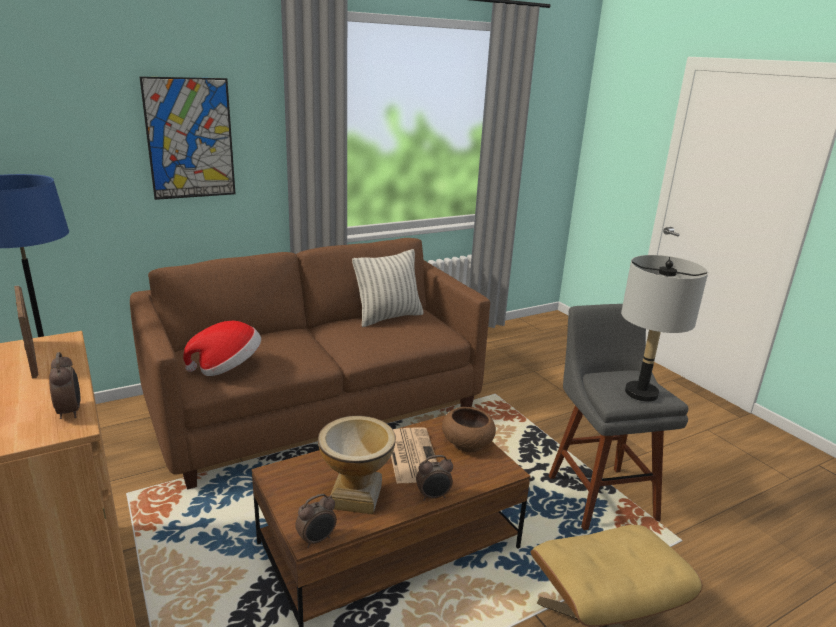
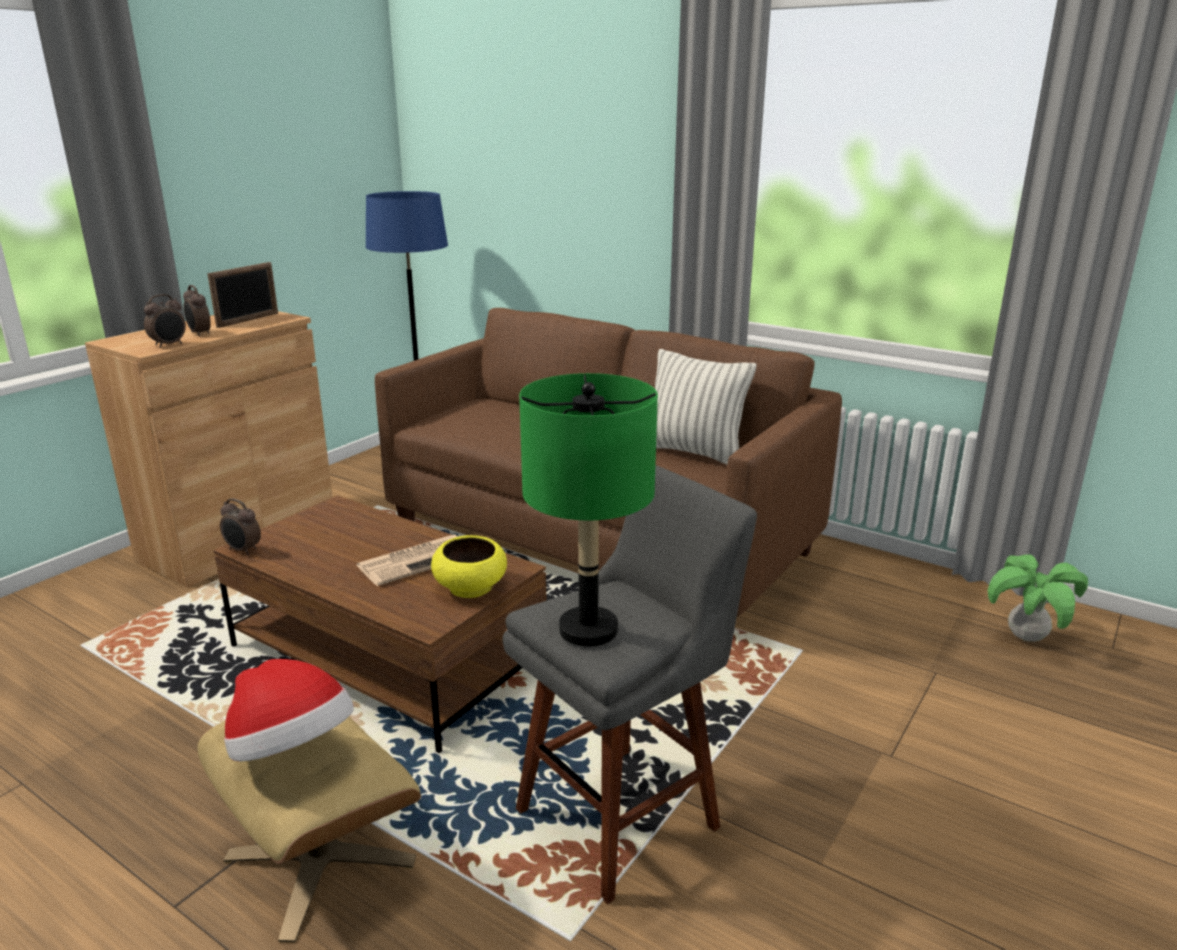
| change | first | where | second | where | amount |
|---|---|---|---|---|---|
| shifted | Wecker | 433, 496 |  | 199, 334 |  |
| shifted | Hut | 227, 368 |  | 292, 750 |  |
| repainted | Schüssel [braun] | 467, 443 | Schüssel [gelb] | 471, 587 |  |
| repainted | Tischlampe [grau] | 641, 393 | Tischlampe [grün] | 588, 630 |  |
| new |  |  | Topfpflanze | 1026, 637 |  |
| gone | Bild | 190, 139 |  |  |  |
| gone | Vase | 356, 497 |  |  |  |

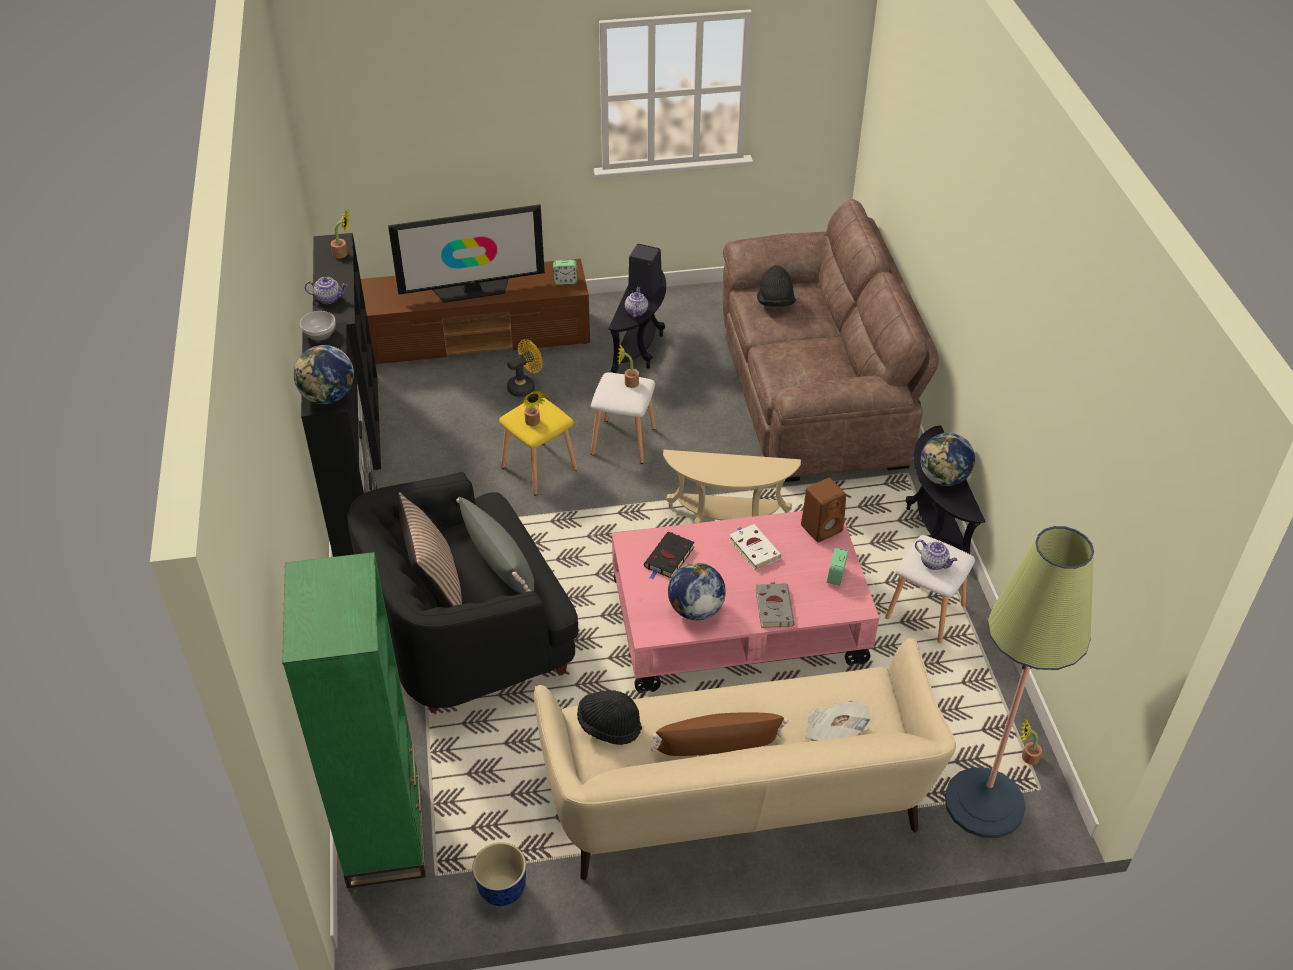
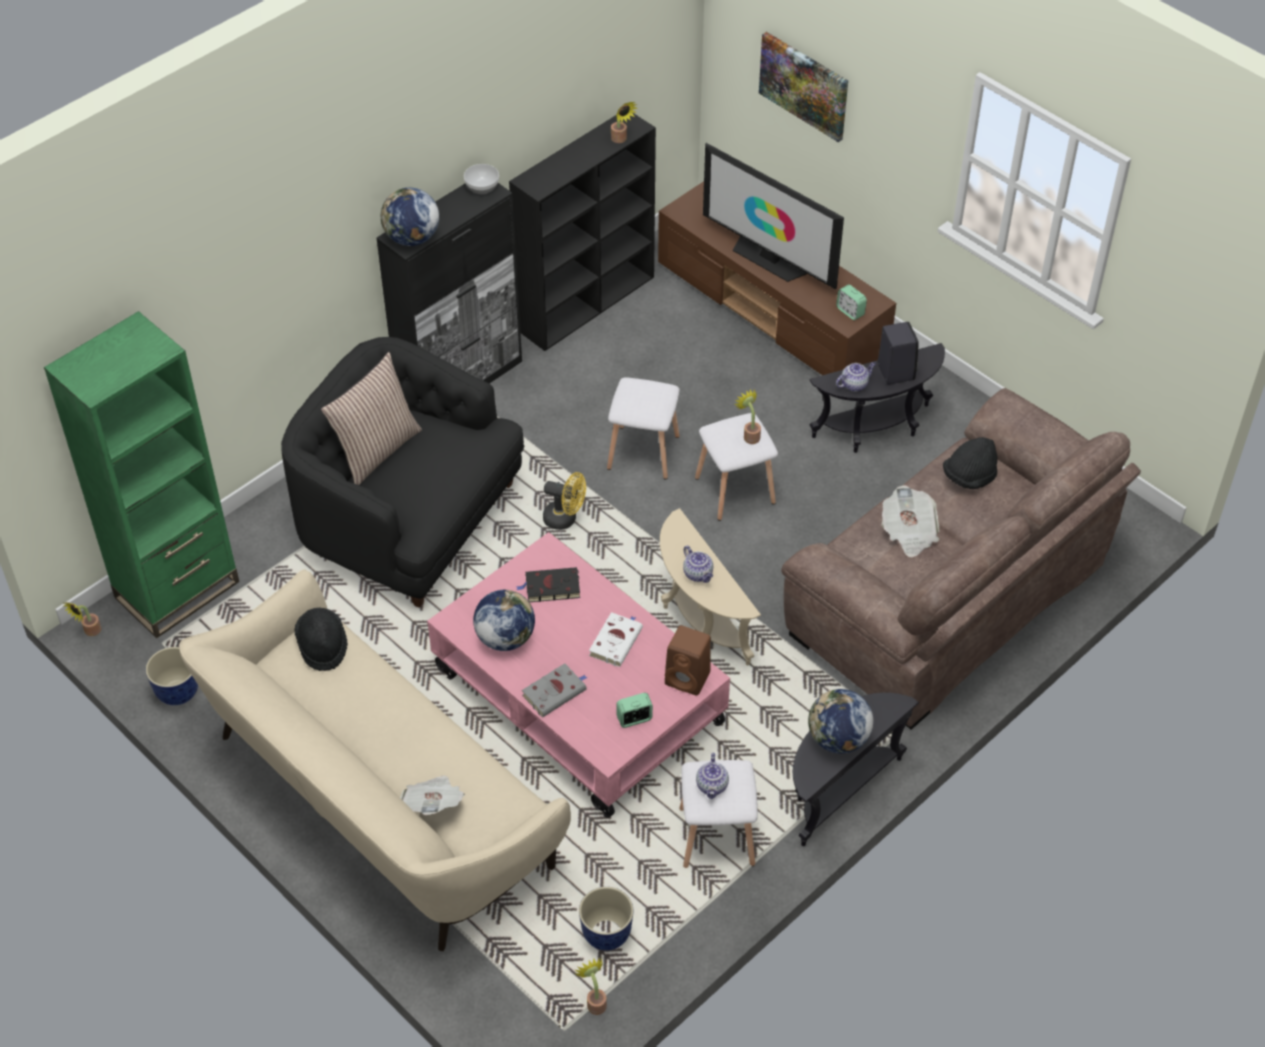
| change | first | where | second | where | amount |
|---|---|---|---|---|---|
| shifted | Topfpflanze | 533, 423 |  | 90, 632 |  |
| shifted | Ventilator [gelb] | 525, 386 |  | 565, 519 |  |
| new |  |  | Pflanzkübel | 607, 933 |  |
| repainted | Hocker [gelb] | 539, 467 | Hocker [weiß] | 644, 452 |  |
| shifted | Teekanne | 329, 298 |  | 698, 574 |  |
| new |  |  | Bild | 804, 85 |  |
| new |  |  | Zeitung | 909, 532 |  |
| gone | Kissen [grau] | 499, 562 |  |  |  |
| gone | Kissen [braun] | 717, 747 |  |  |  |
| gone | Stehlampe | 984, 803 |  |  |  |

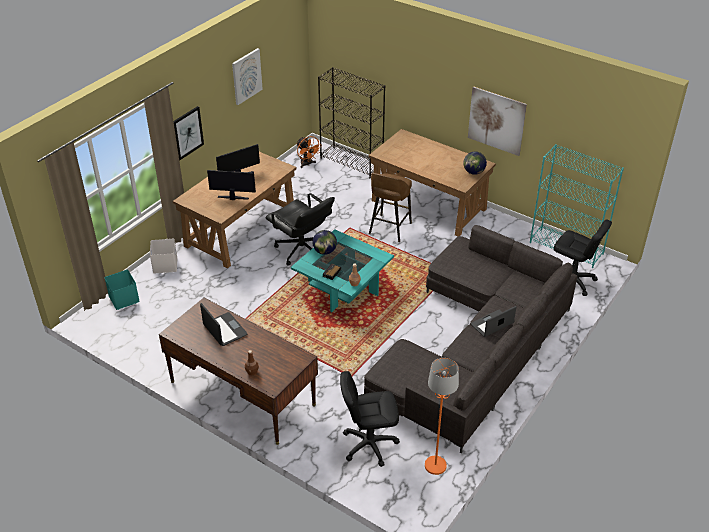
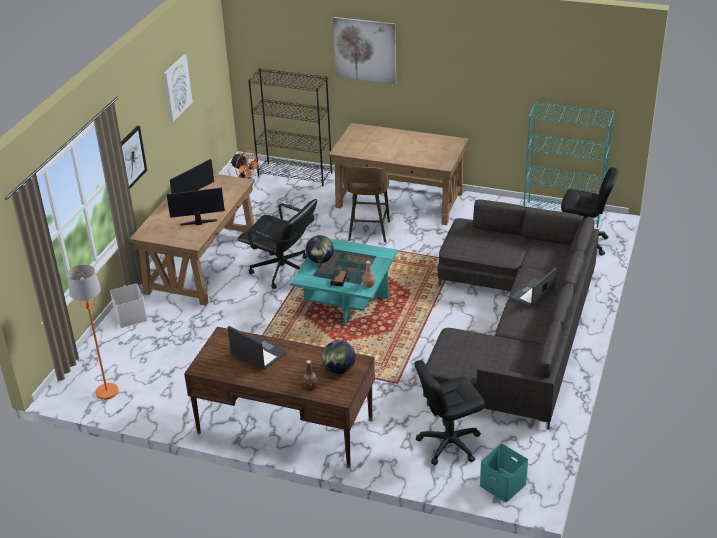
| change | first | where | second | where | amount |
|---|---|---|---|---|---|
| shifted | Stehlampe [orange] | 435, 466 |  | 107, 392 |  |
| shifted | Globus | 474, 172 |  | 339, 369 |  |
| shifted | Bild | 496, 121 |  | 365, 50 |  |
| shifted | Aufbewahrungsbox [türkis] | 123, 298 |  | 501, 484 |  |

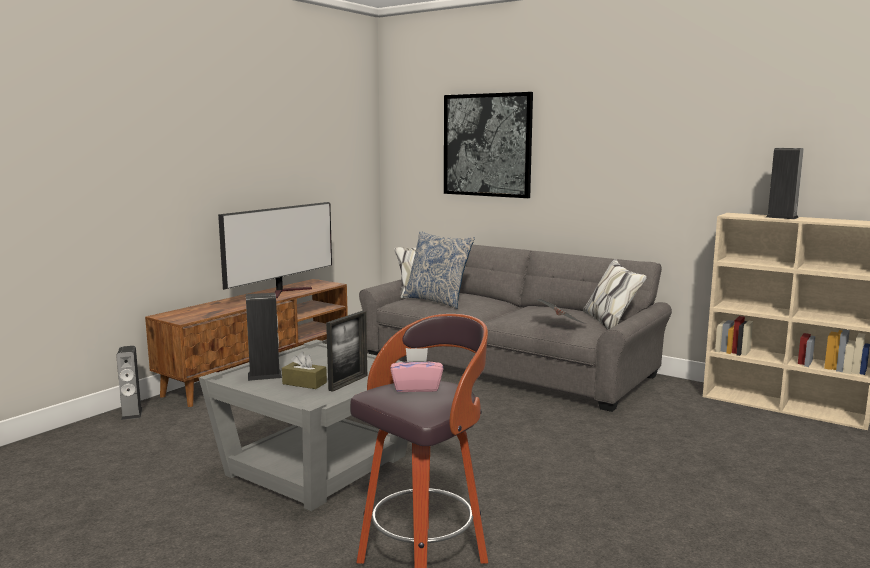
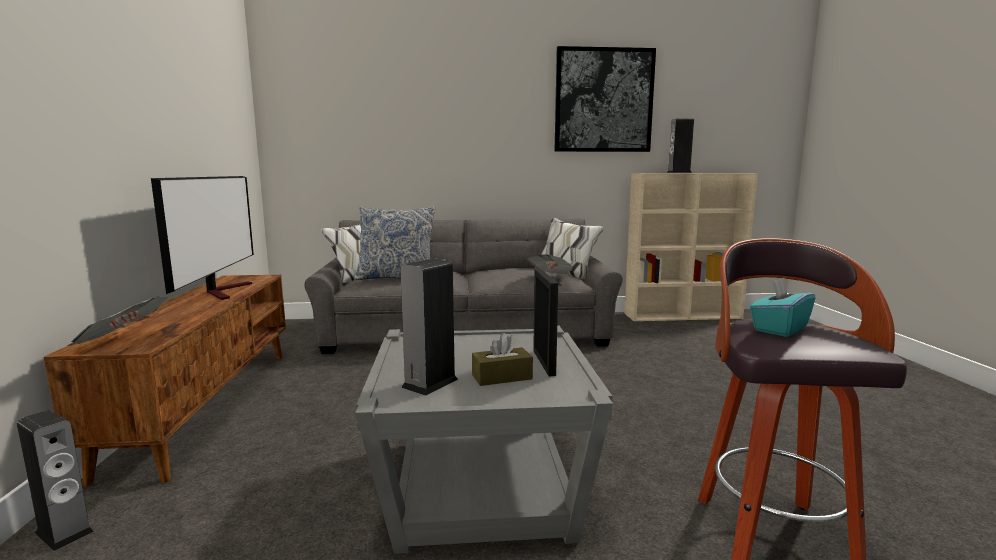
| change | first | where | second | where | amount |
|---|---|---|---|---|---|
| new |  |  | Zeitung | 122, 343 |  |
| shifted | Bild | 487, 145 |  | 603, 100 |  |
| repainted | Taschentuchbox [rosa] | 416, 387 | Taschentuchbox [türkis] | 779, 329 |  |

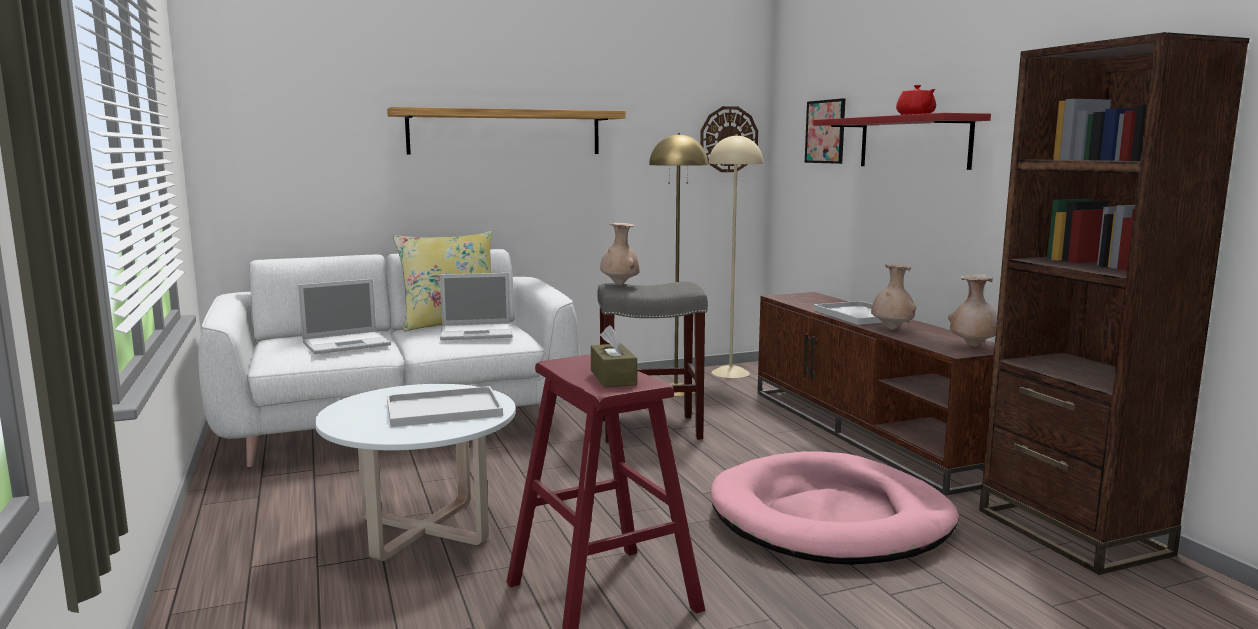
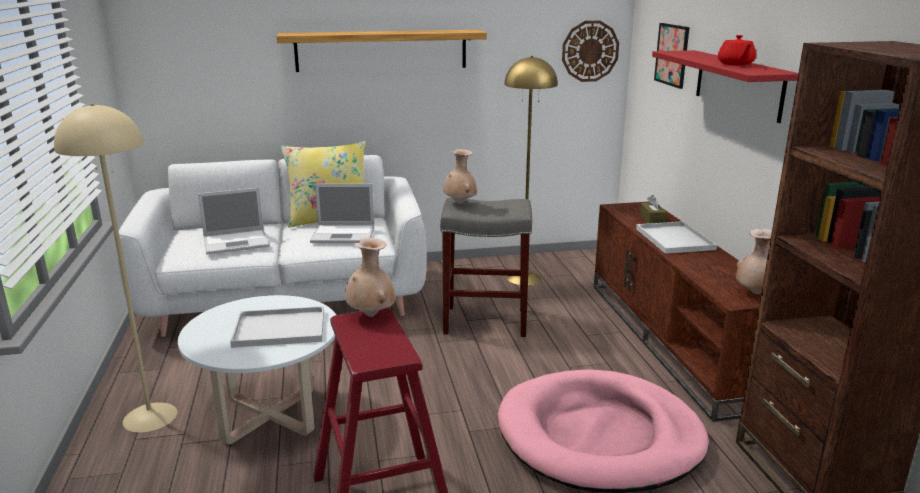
| change | first | where | second | where | amount |
|---|---|---|---|---|---|
| shifted | Stehlampe [beige] | 730, 373 |  | 150, 417 |  |
| shifted | Vase [beige] | 892, 329 |  | 371, 315 |  |
| shifted | Taschentuchbox [braun] | 613, 378 |  | 652, 220 |  |

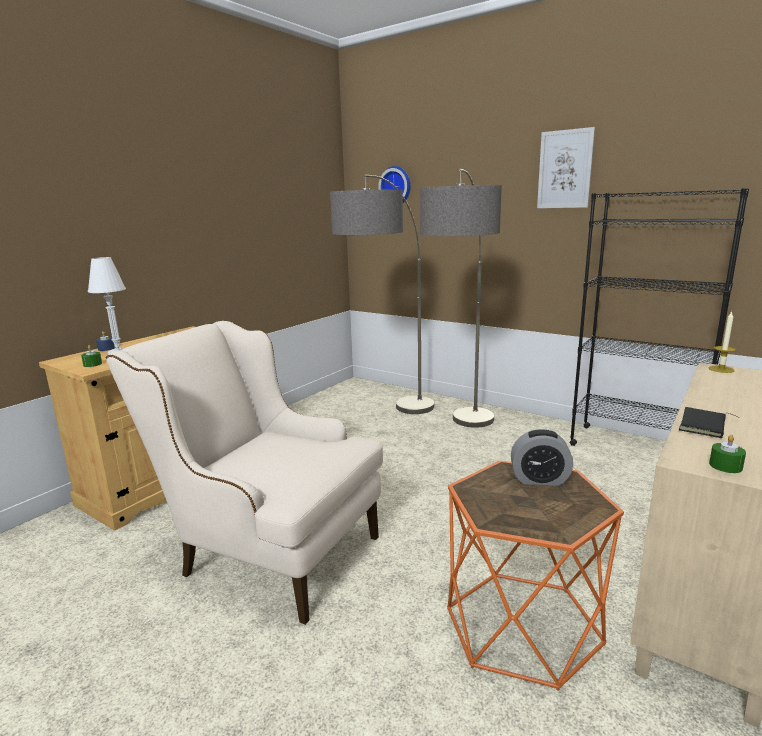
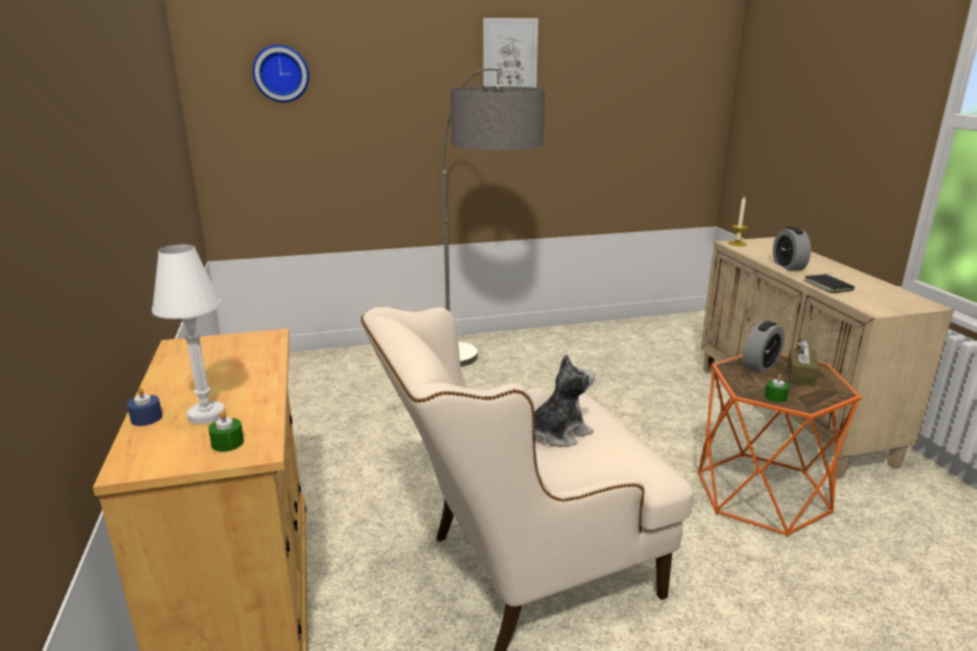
| change | first | where | second | where | amount |
|---|---|---|---|---|---|
| new |  |  | Plüschtier | 558, 433 |  |
| shifted | Kerze [grün] | 725, 466 |  | 775, 397 |  |
| new |  |  | Wecker | 788, 266 |  |
| new |  |  | Taschentuchbox [braun] | 800, 375 |  |
| gone | Stehlampe | 388, 422 |  |  |  |
| gone | Bücherregal [schwarz] | 635, 448 |  |  |  |

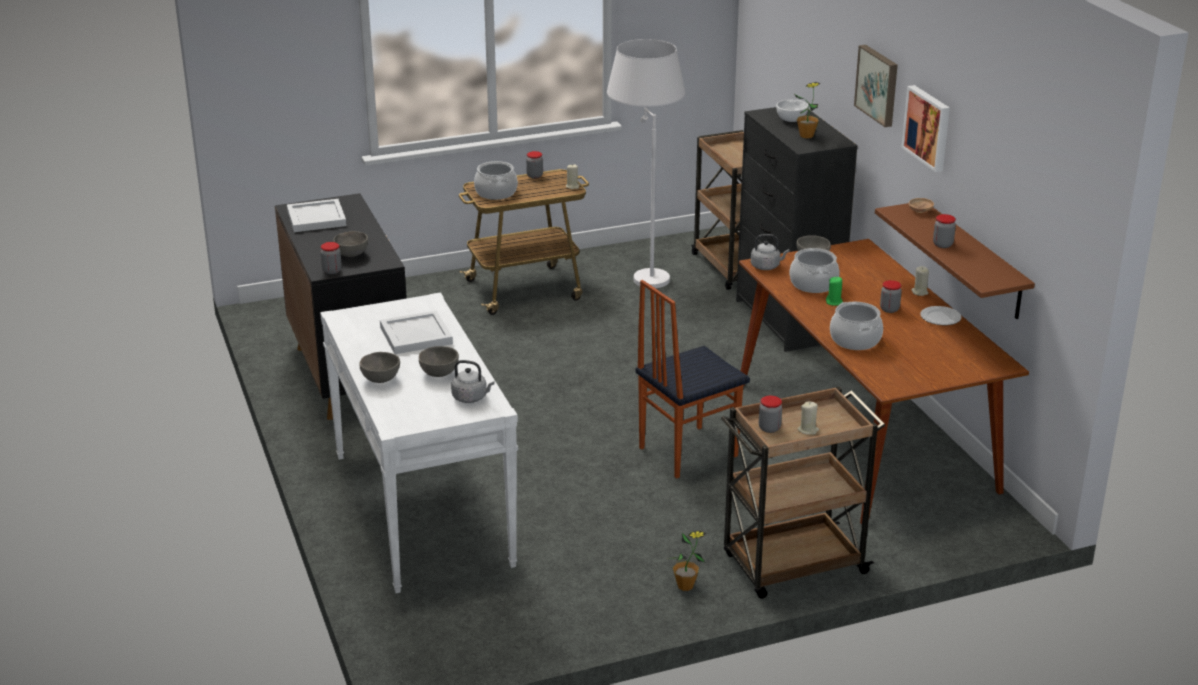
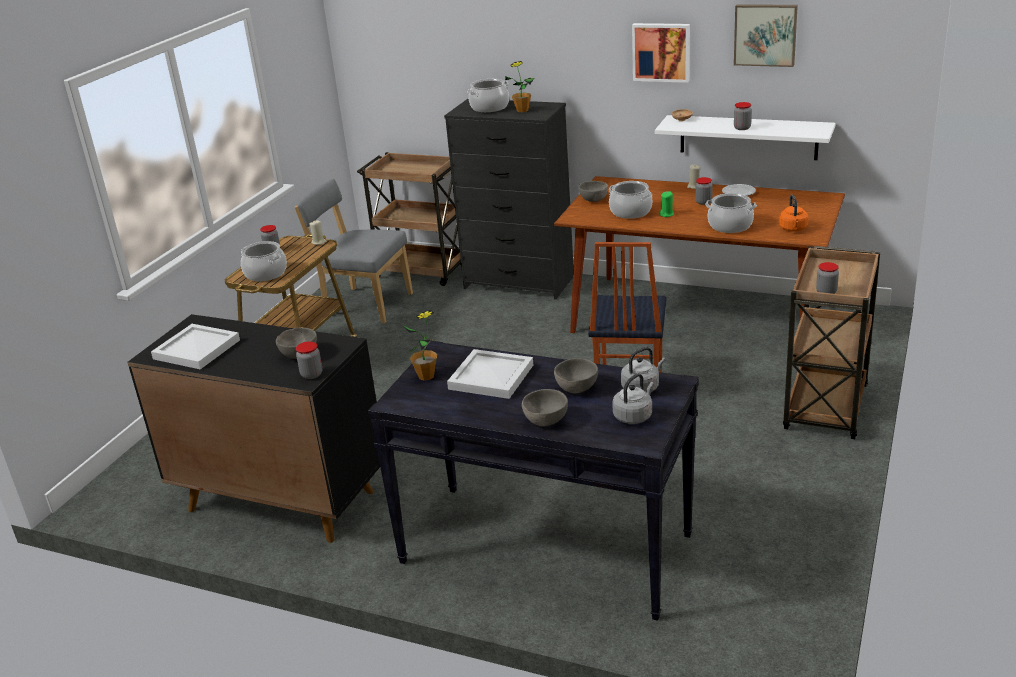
| change | first | where | second | where | amount |
|---|---|---|---|---|---|
| swapped | Stehlampe [weiß] | 643, 271 | Stuhl [grau] | 364, 305 |  |
| repainted | Konsolentisch [weiß] | 421, 508 | Konsolentisch [schwarz] | 544, 549 |  |
| shifted | Topfpflanze | 685, 586 |  | 426, 376 |  |
| swapped | Schüssel [weiß] | 792, 120 | Kochtopf | 489, 107 |  |
| shifted | Wasserkessel [grau] | 766, 266 |  | 634, 416 |  |
| repainted | Wandregal [braun] | 974, 261 | Wandregal [weiß] | 748, 137 |  |
| shifted | Bild | 878, 85 |  | 765, 34 |  |
| new |  |  | Wasserkessel [orange] | 793, 229 |  |
| gone | Kerze [beige] | 808, 430 |  |  |  |

